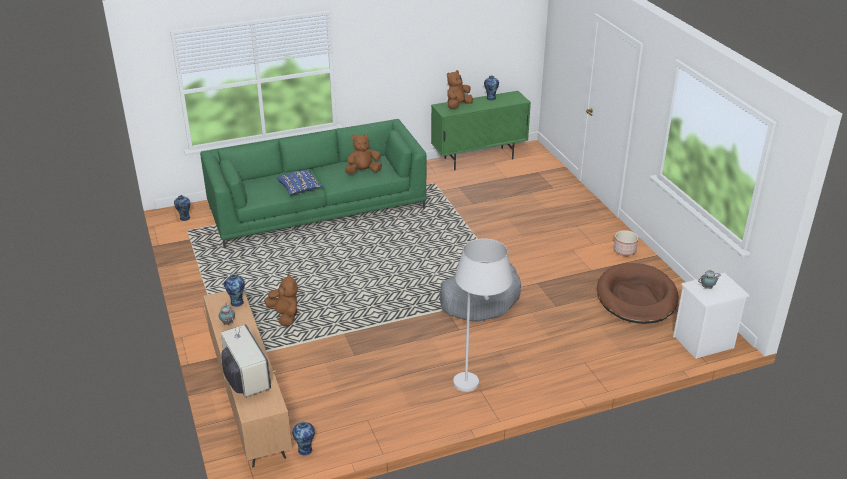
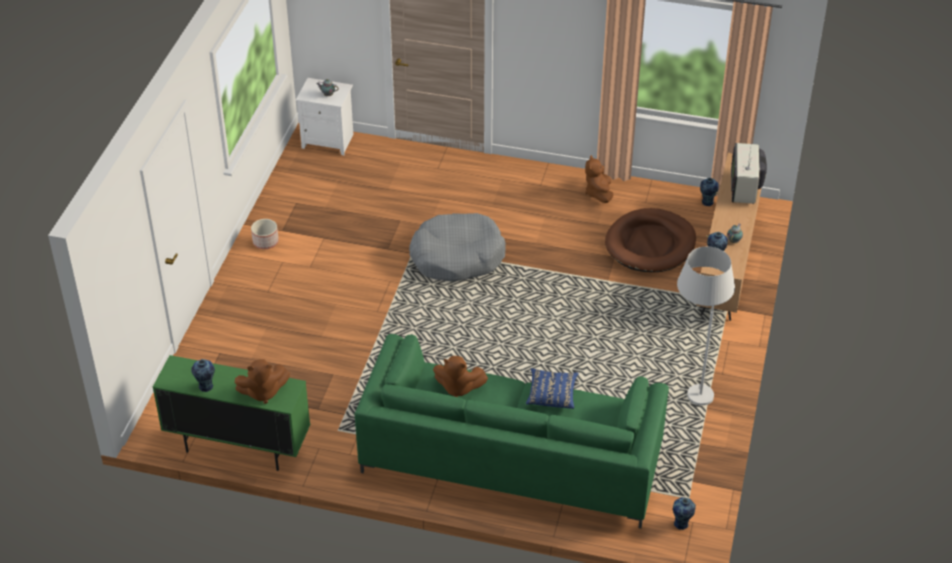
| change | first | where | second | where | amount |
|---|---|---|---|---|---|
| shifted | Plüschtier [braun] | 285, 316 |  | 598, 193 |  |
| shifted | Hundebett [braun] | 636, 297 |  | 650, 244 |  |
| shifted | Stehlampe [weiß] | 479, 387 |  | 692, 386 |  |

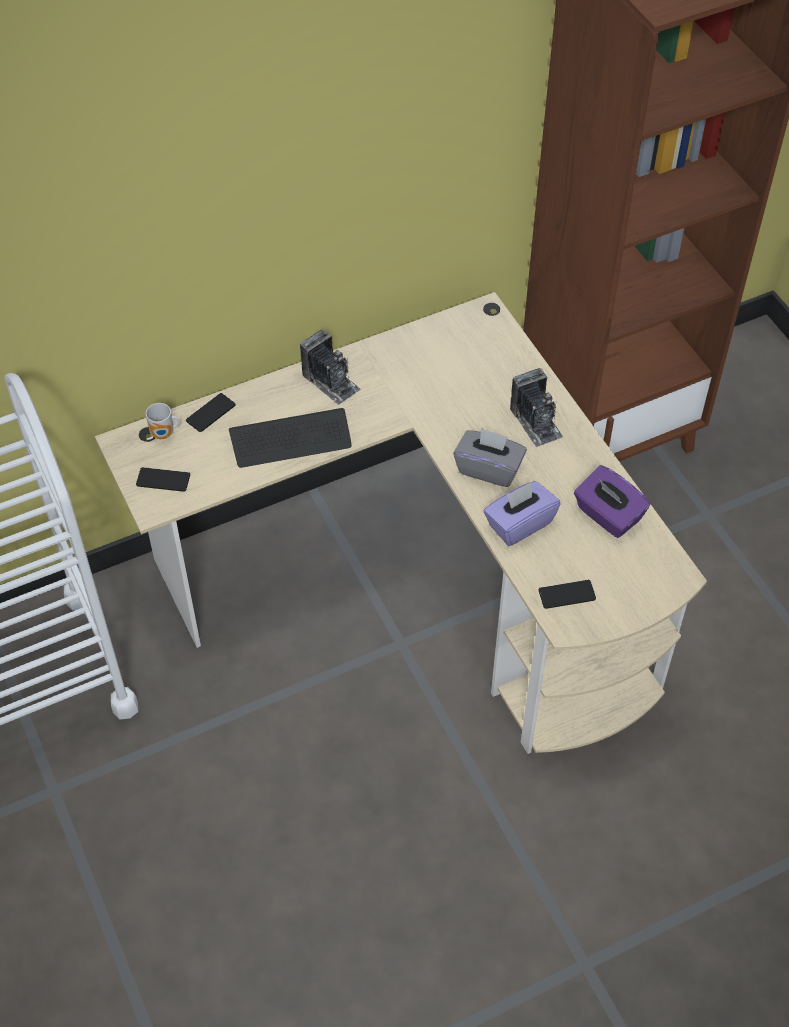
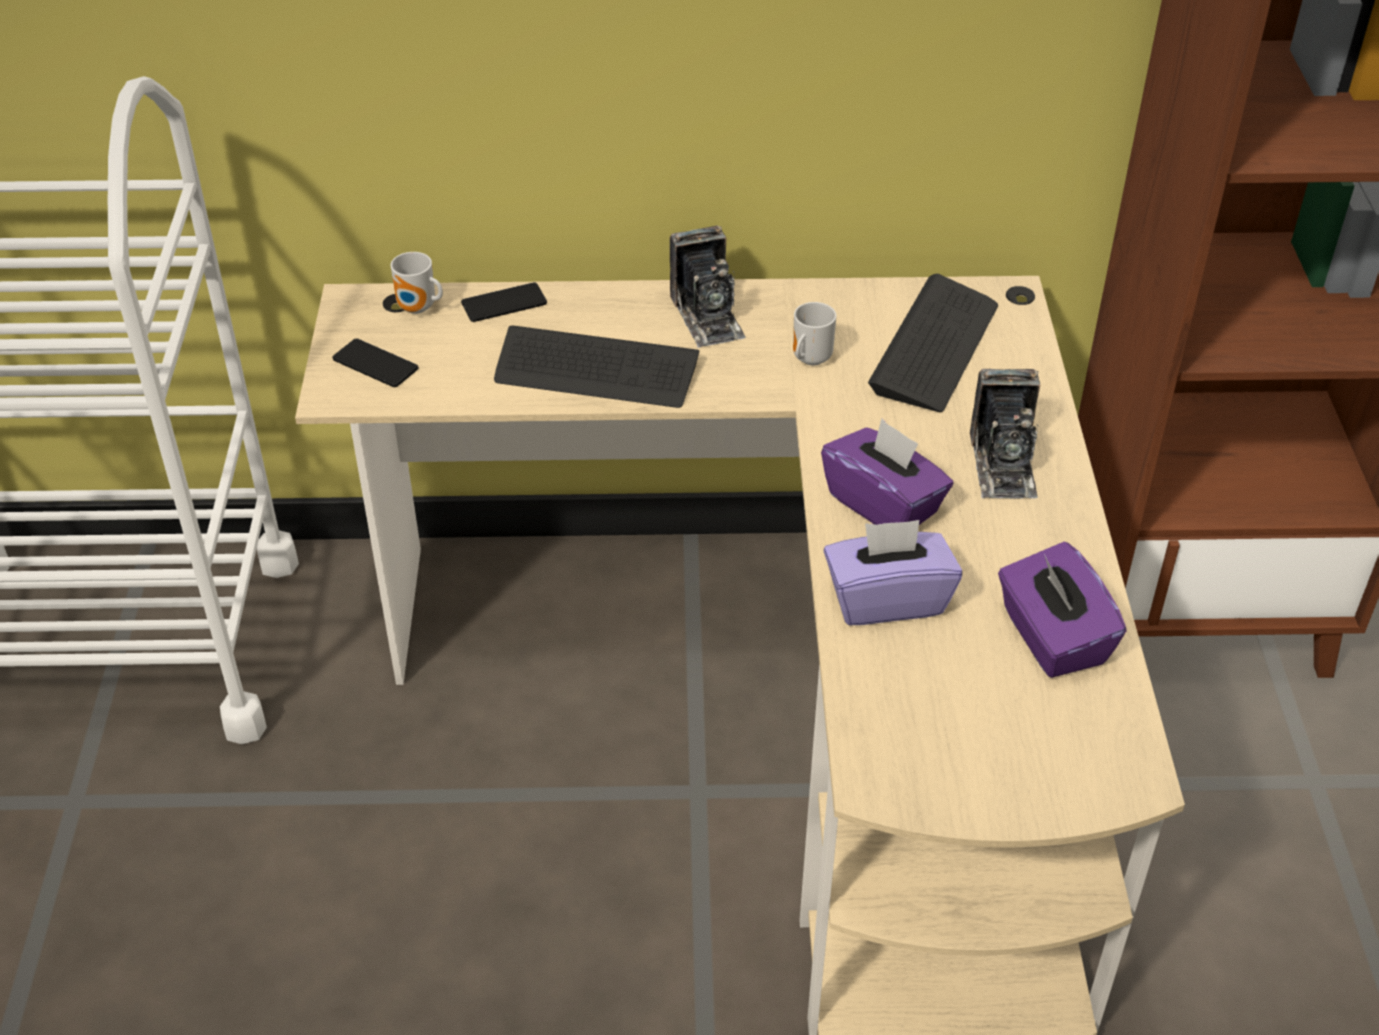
| change | first | where | second | where | amount |
|---|---|---|---|---|---|
| new |  |  | Henkelbecher | 809, 359 |  |
| repainted | Taschentuchbox [grau] | 489, 469 | Taschentuchbox [lila] | 883, 504 |  |
| new |  |  | Tastatur | 934, 347 |  |
| gone | Handy | 567, 594 |  |  |  |

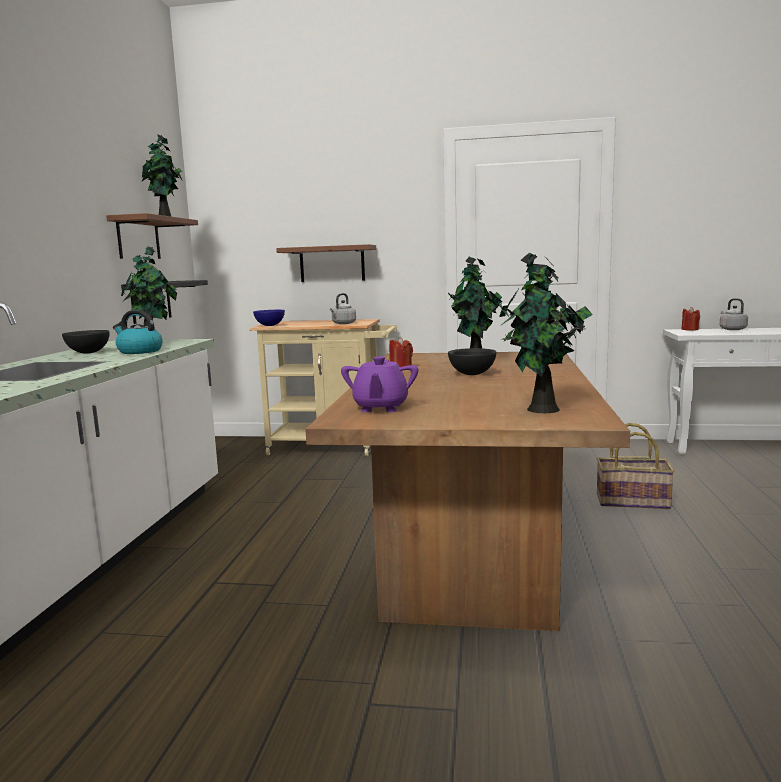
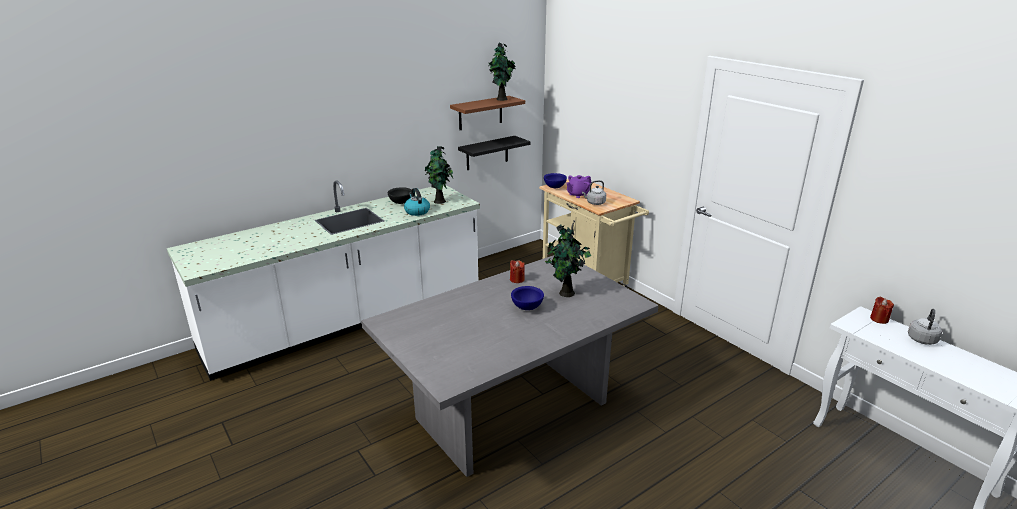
| change | first | where | second | where | amount |
|---|---|---|---|---|---|
| repainted | Esstisch [braun] | 472, 554 | Esstisch [grau] | 512, 411 |  |
| repainted | Schüssel [schwarz] | 472, 374 | Schüssel [blau] | 527, 307 |  |
| shifted | Teekanne [lila] | 380, 408 |  | 578, 194 |  |
| gone | Wandregal [braun] | 332, 264 |  |  |  |
| gone | Topfpflanze | 542, 410 |  |  |  |
| gone | Korb | 632, 501 |  |  |  |

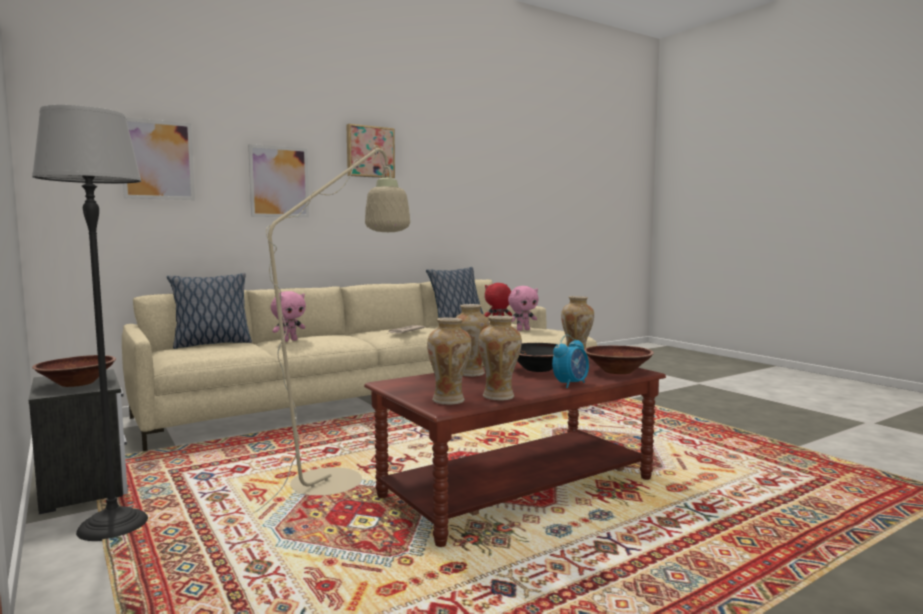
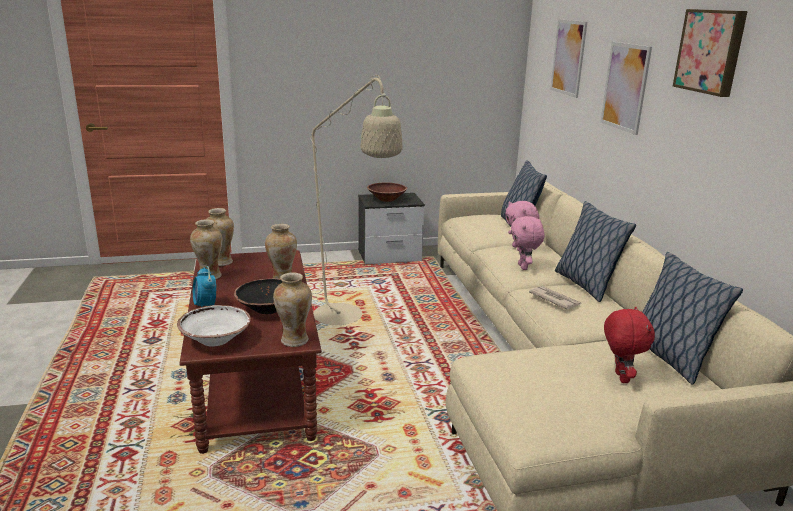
| change | first | where | second | where | amount |
|---|---|---|---|---|---|
| repainted | Schüssel [braun] | 617, 371 | Schüssel [weiß] | 215, 339 |  |
| shifted | Plüschtier [rosa] | 523, 330 |  | 524, 267 |  |
| new |  |  | Kissen | 585, 284 |  |
| gone | Stehlampe | 112, 525 |  |  |  |

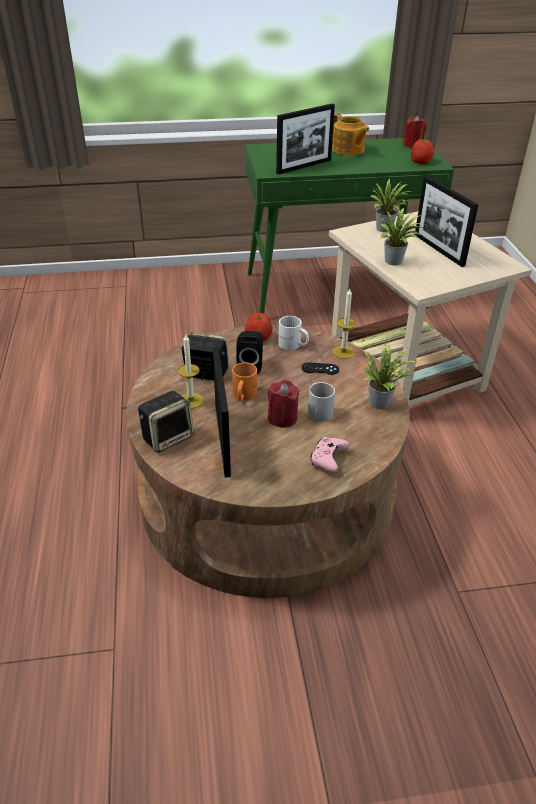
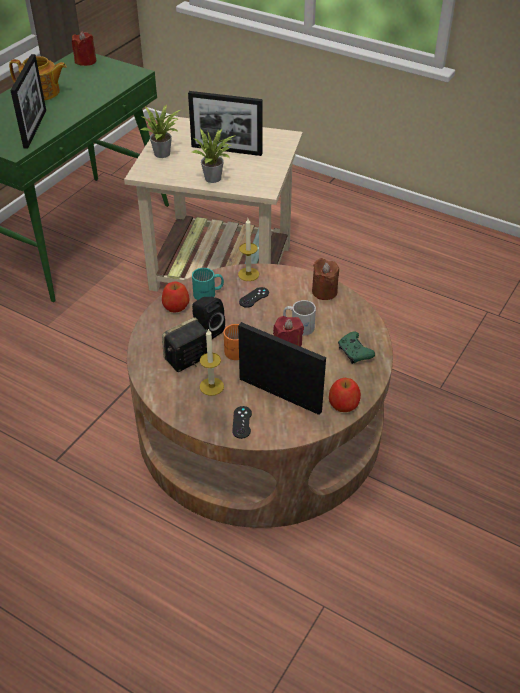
| change | first | where | second | where | amount |
|---|---|---|---|---|---|
| repainted | Henkelbecher [weiß] | 293, 345 | Henkelbecher [türkis] | 208, 293 |  |
| swapped | Lautsprecher | 168, 437 | Gamepad [schwarz] | 242, 422 |  |
| swapped | Topfpflanze | 382, 402 | Kerze [braun] | 324, 291 |  |
| shifted | Apfel | 420, 161 |  | 344, 403 |  |
| repainted | Gamepad [rosa] | 328, 459 | Gamepad [grün] | 354, 352 |  |

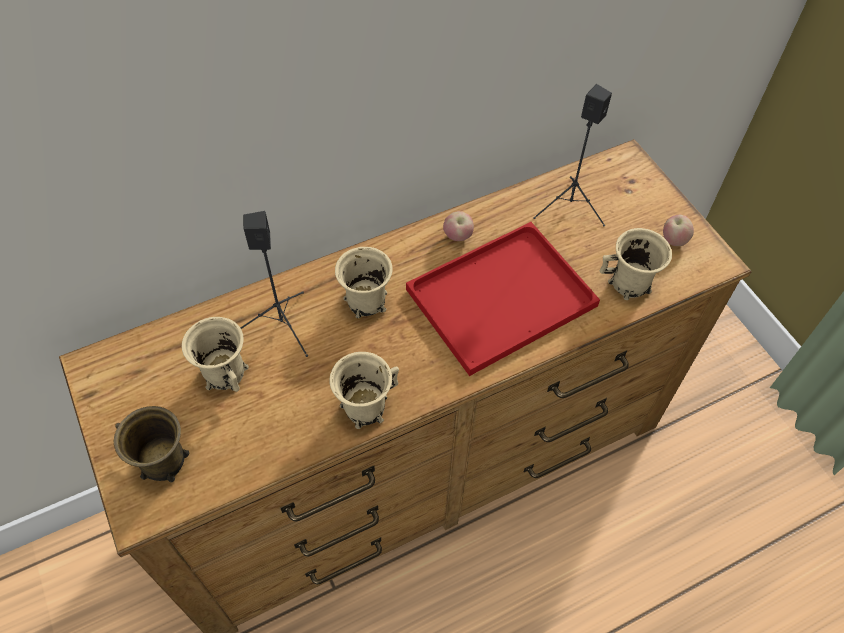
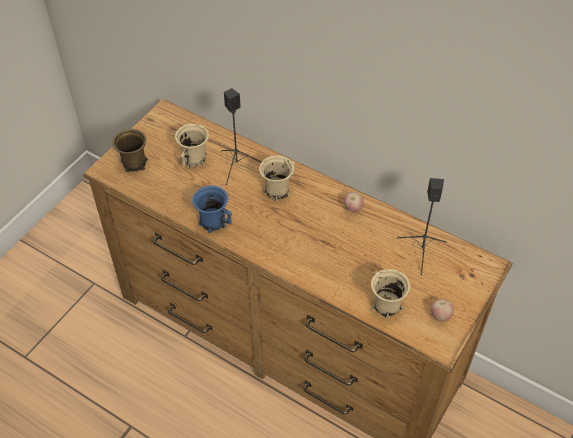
| change | first | where | second | where | amount |
|---|---|---|---|---|---|
| repainted | Henkelbecher [beige] | 364, 406 | Henkelbecher [blau] | 213, 221 |  |
| gone | Tablett [rot] | 503, 295 |  |  |  |

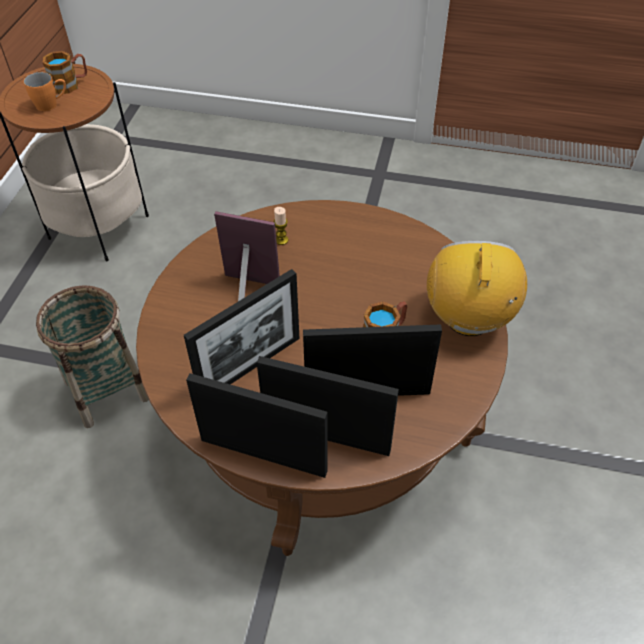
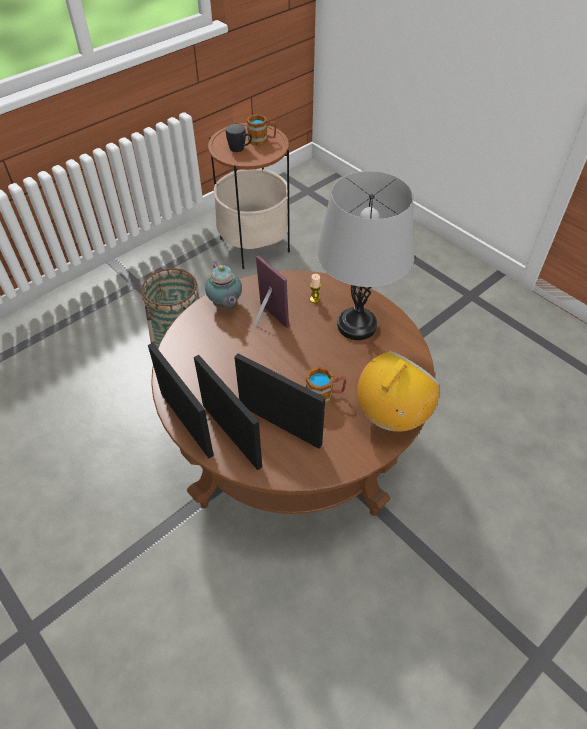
| change | first | where | second | where | amount |
|---|---|---|---|---|---|
| new |  |  | Teekanne | 225, 305 |  |
| repainted | Henkelbecher [orange] | 52, 104 | Henkelbecher [schwarz] | 240, 149 |  |
| new |  |  | Tischlampe [grau] | 356, 325 |  |
| gone | Bilderrahmen | 250, 367 |  |  |  |

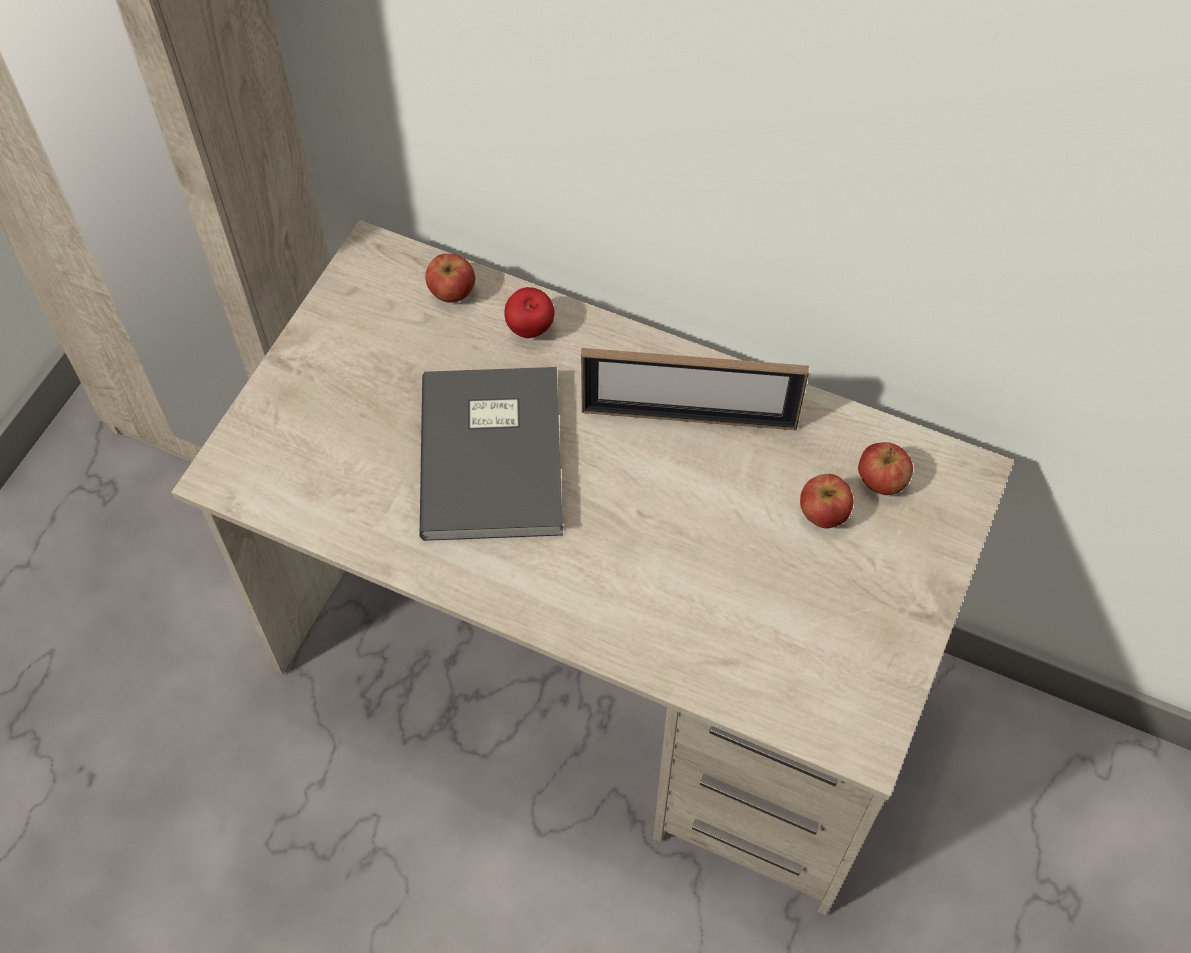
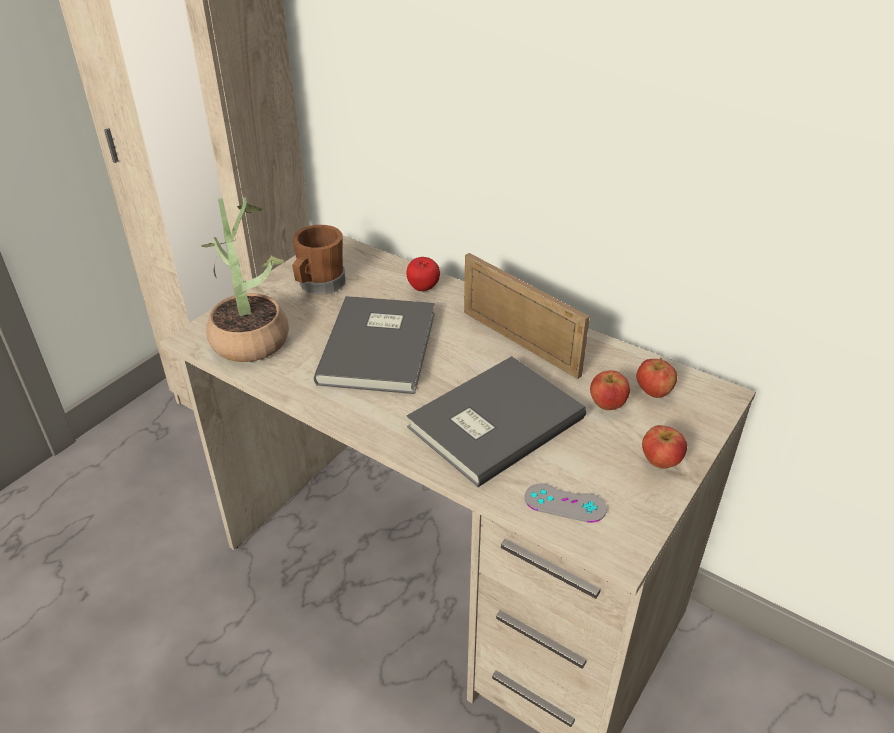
| change | first | where | second | where | amount |
|---|---|---|---|---|---|
| new |  |  | Topfpflanze | 250, 335 |  |
| new |  |  | Henkelbecher [braun] | 319, 285 |  |
| new |  |  | Buch [grau] | 491, 421 |  |
| rotated | Bilderrahmen | 689, 417 |  | 520, 342 | 150 degrees counterclockwise |
| new |  |  | Gamepad [grau] | 565, 503 |  |
| shifted | Apfel | 452, 292 |  | 660, 461 |  |

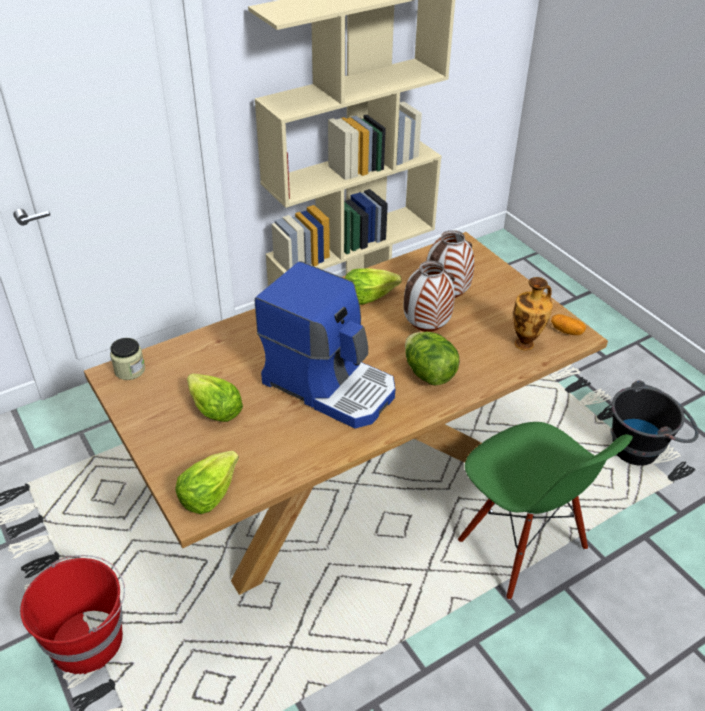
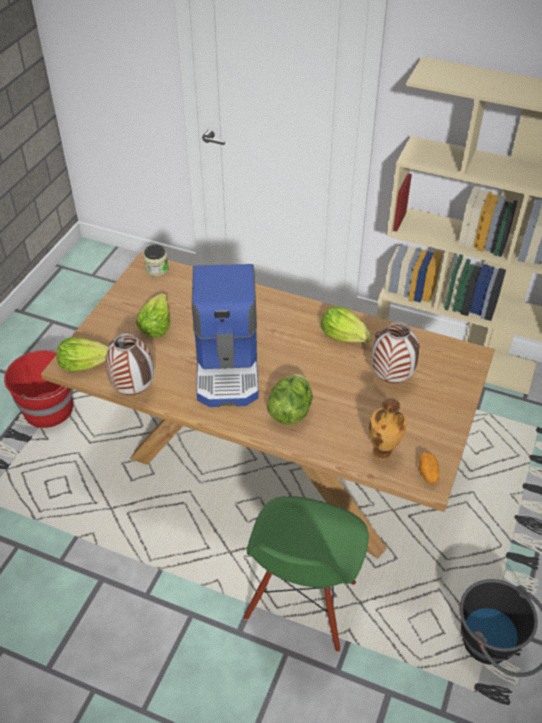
| change | first | where | second | where | amount |
|---|---|---|---|---|---|
| shifted | Vase | 425, 330 |  | 133, 390 |  |

